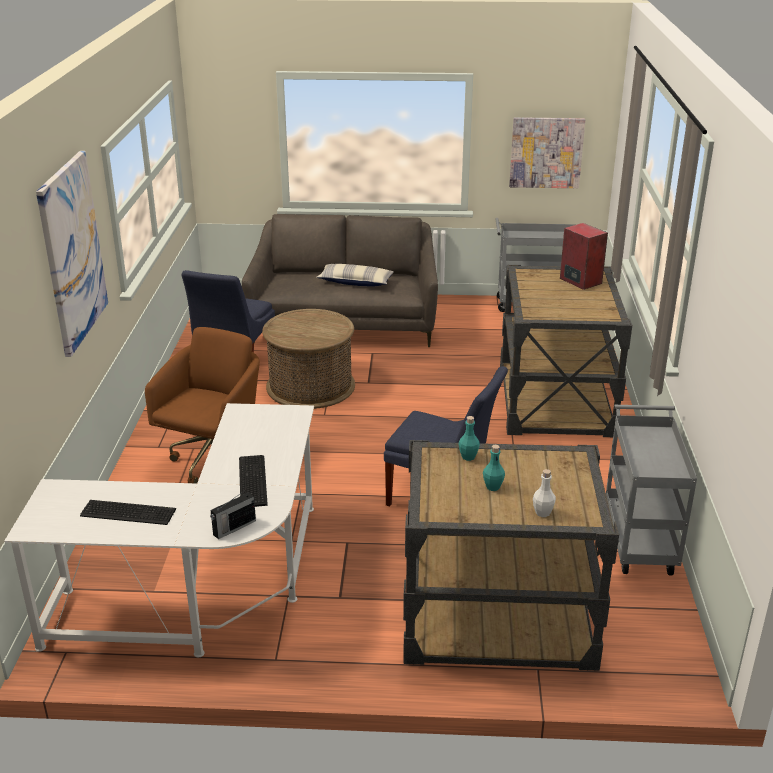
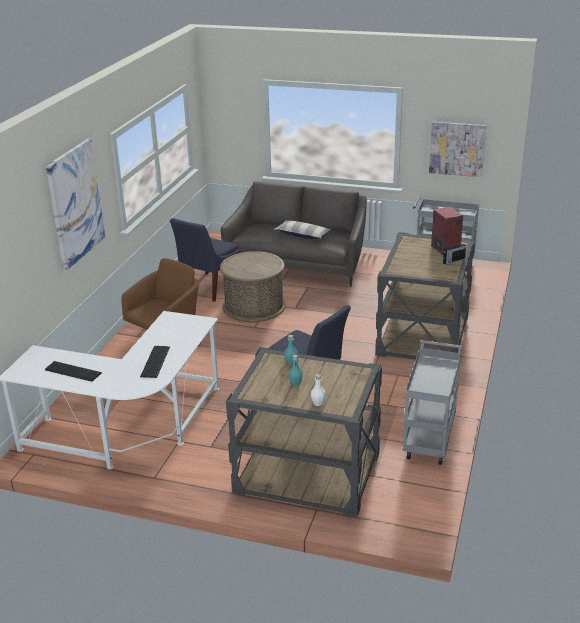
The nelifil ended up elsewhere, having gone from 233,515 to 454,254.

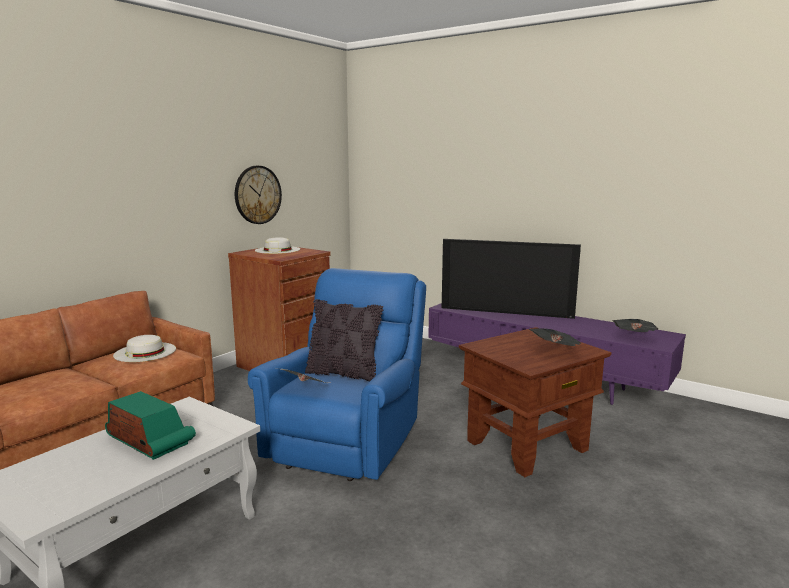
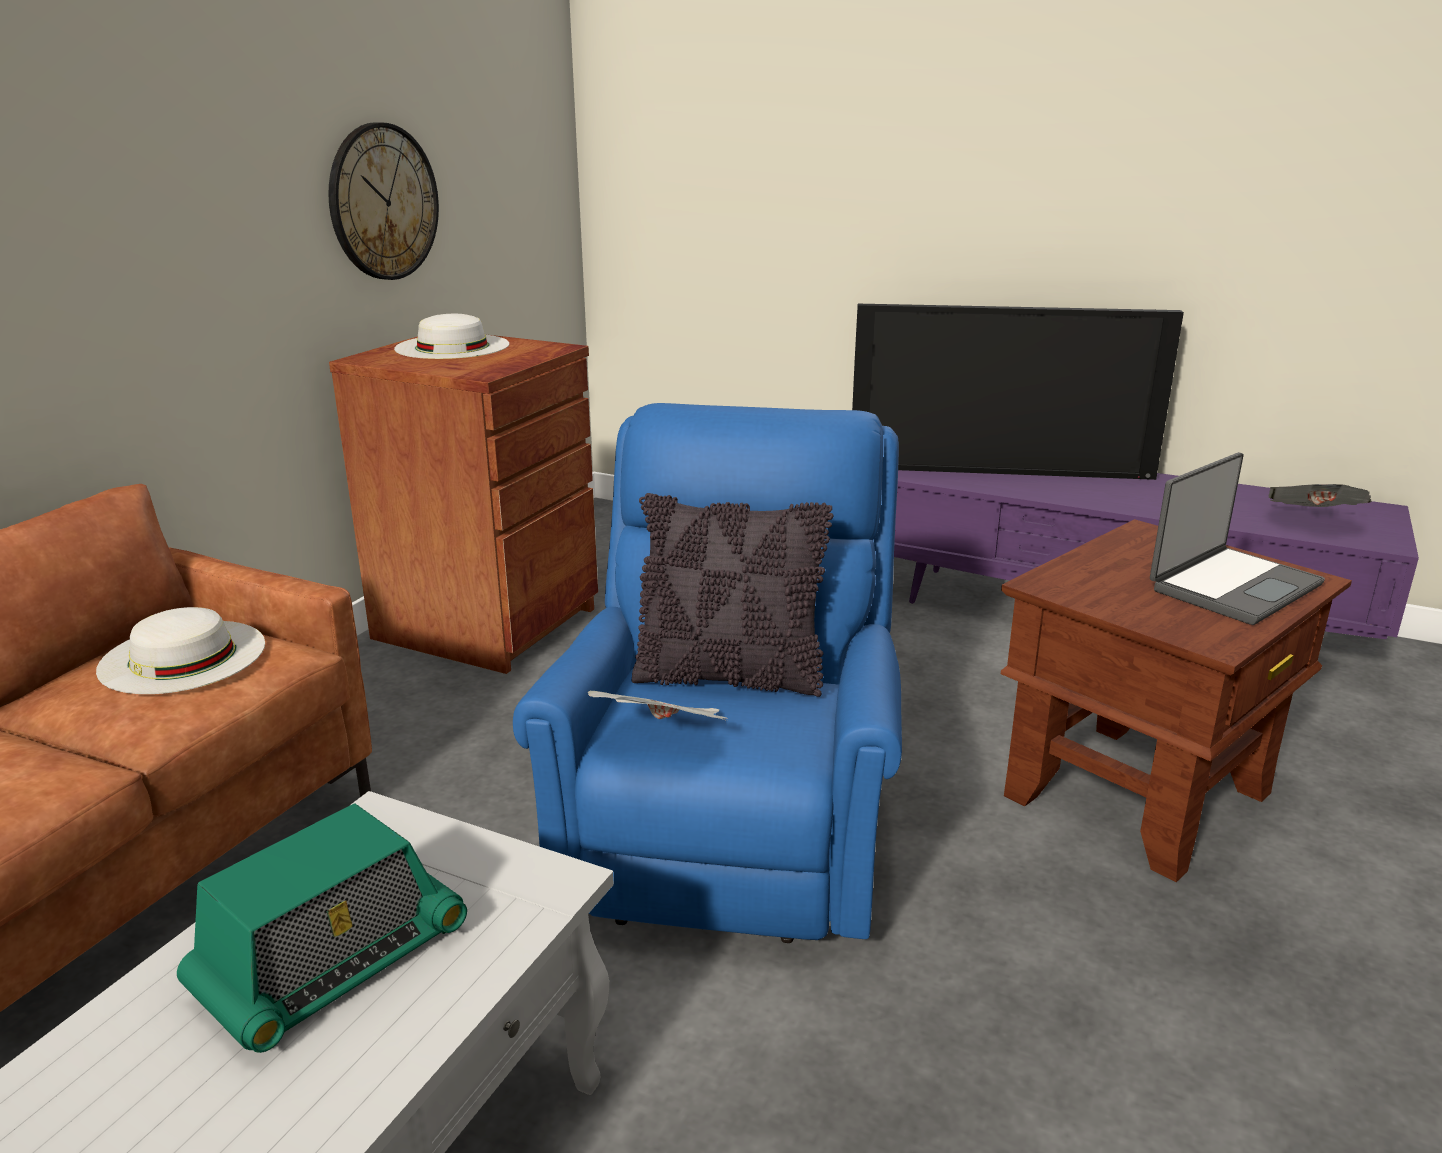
Where the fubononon stood at 555,337, the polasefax came to stand at 1237,538.
The nelifil at 150,425 ended up facing another way, 105 degrees clockwise from before.

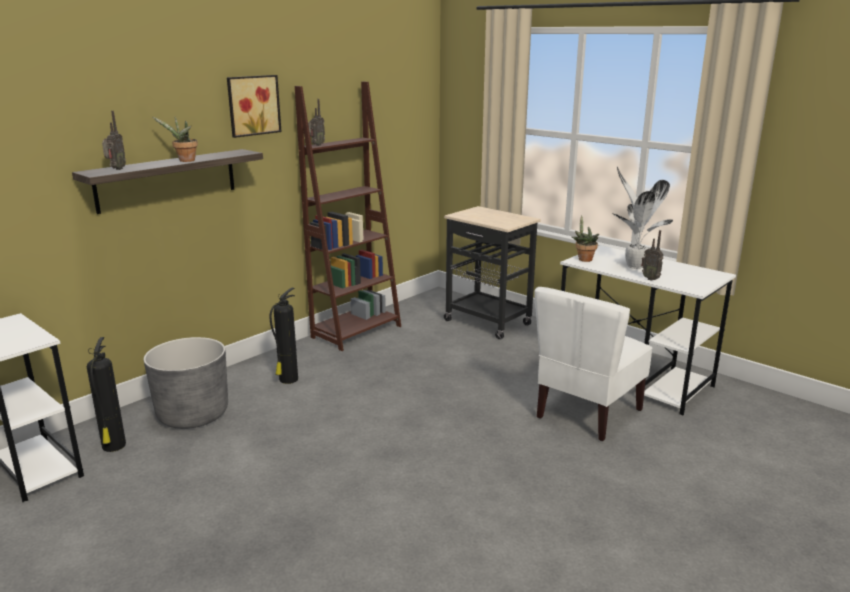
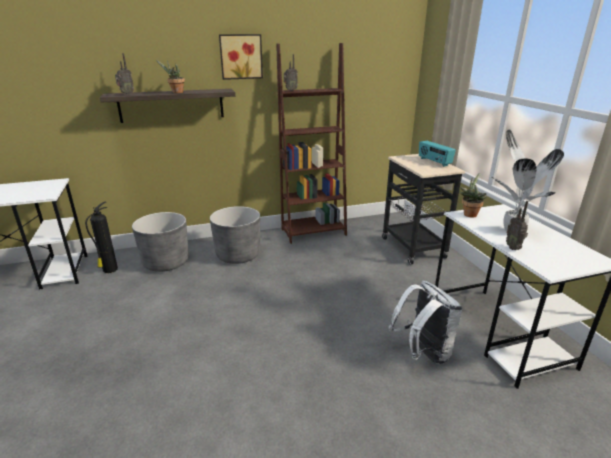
The second view gained the nelifil at 437,154.
Where the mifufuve stood at 284,336, the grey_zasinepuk came to stand at 235,235.
Where the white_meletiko stood at 593,364, the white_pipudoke came to stand at 425,322.

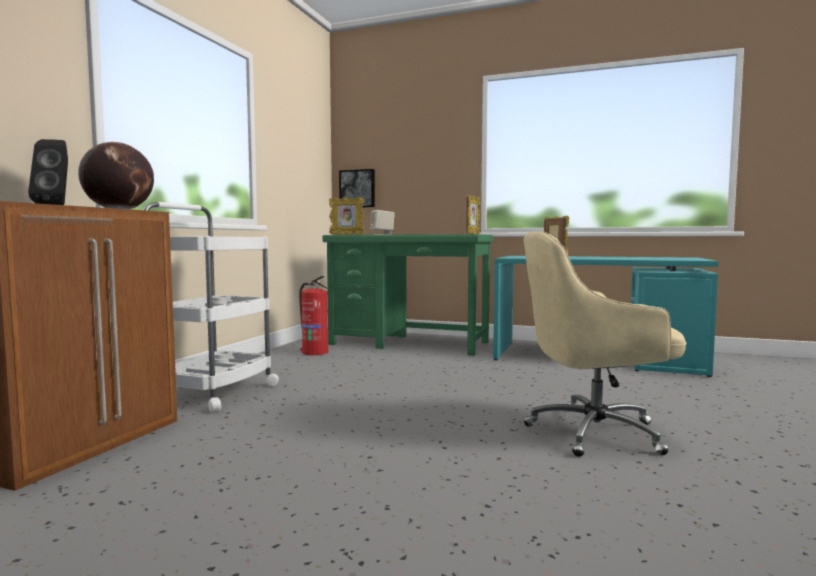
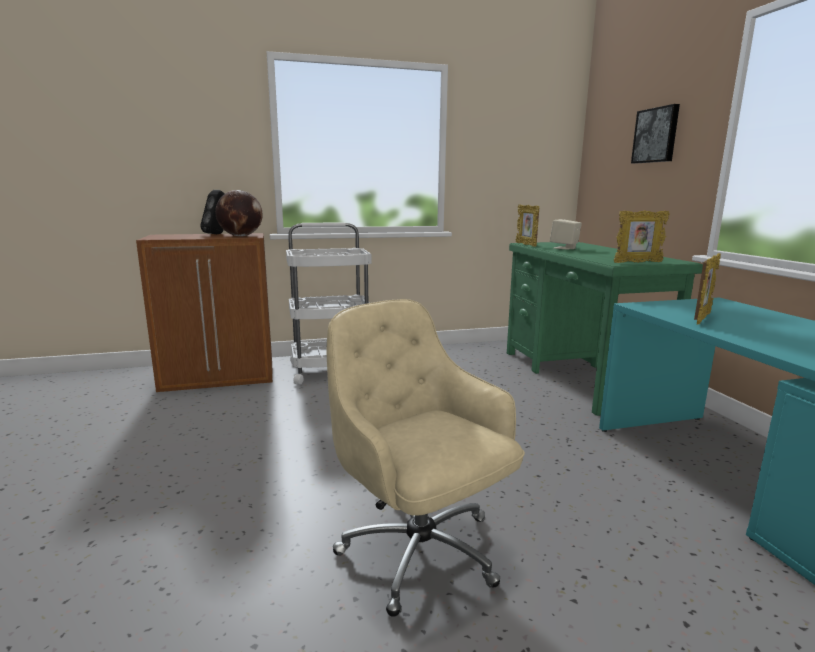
The second view lost the mifufuve at 314,315.
The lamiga ended up elsewhere, having gone from 357,188 to 655,134.

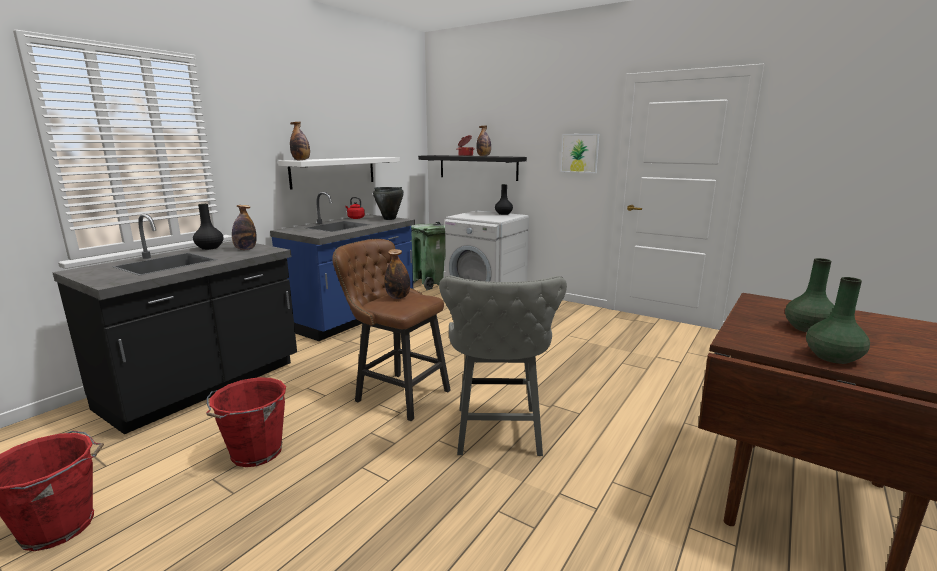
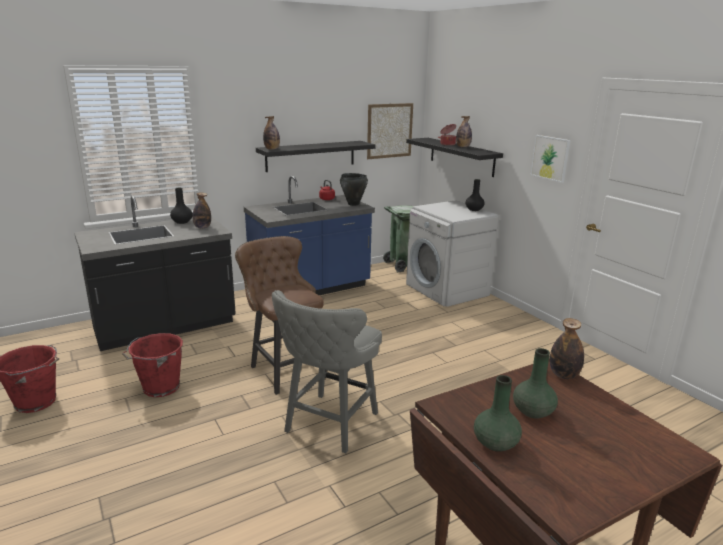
The second view gained the lamiga at 390,130.
The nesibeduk ended up elsewhere, having gone from 397,274 to 567,348.
What was the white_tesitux at 339,173 turned into the black_tesitux at 315,156.

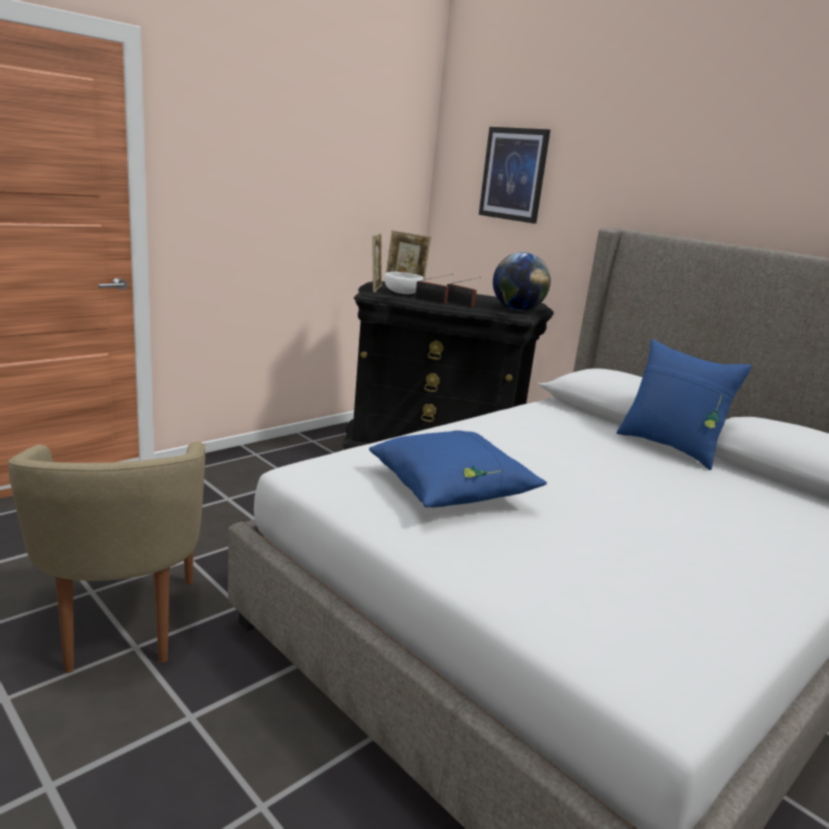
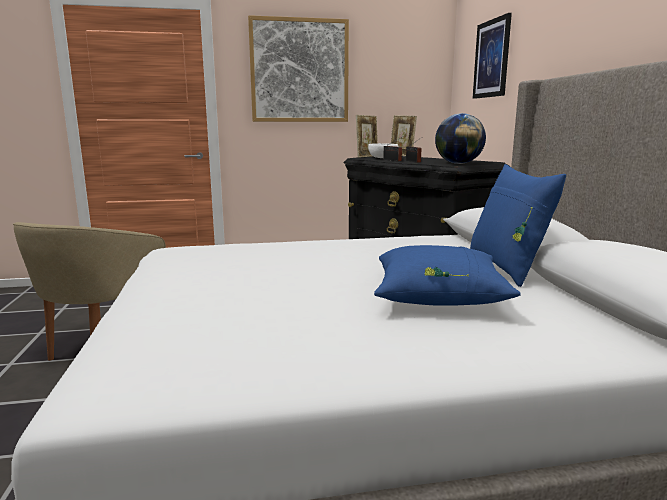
The second view gained the lamiga at 298,68.
The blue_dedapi ended up elsewhere, having gone from 458,469 to 447,275.

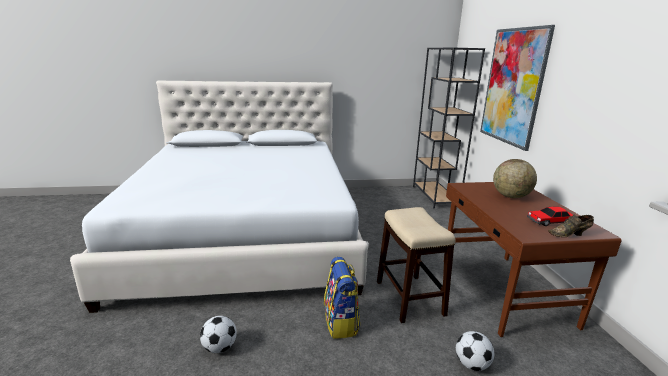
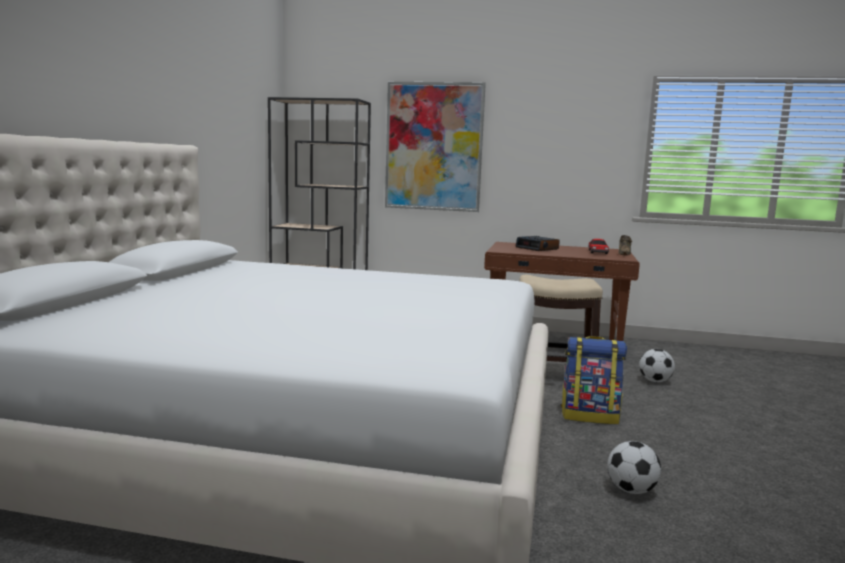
Where the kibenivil stood at 515,178, the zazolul came to stand at 538,243.

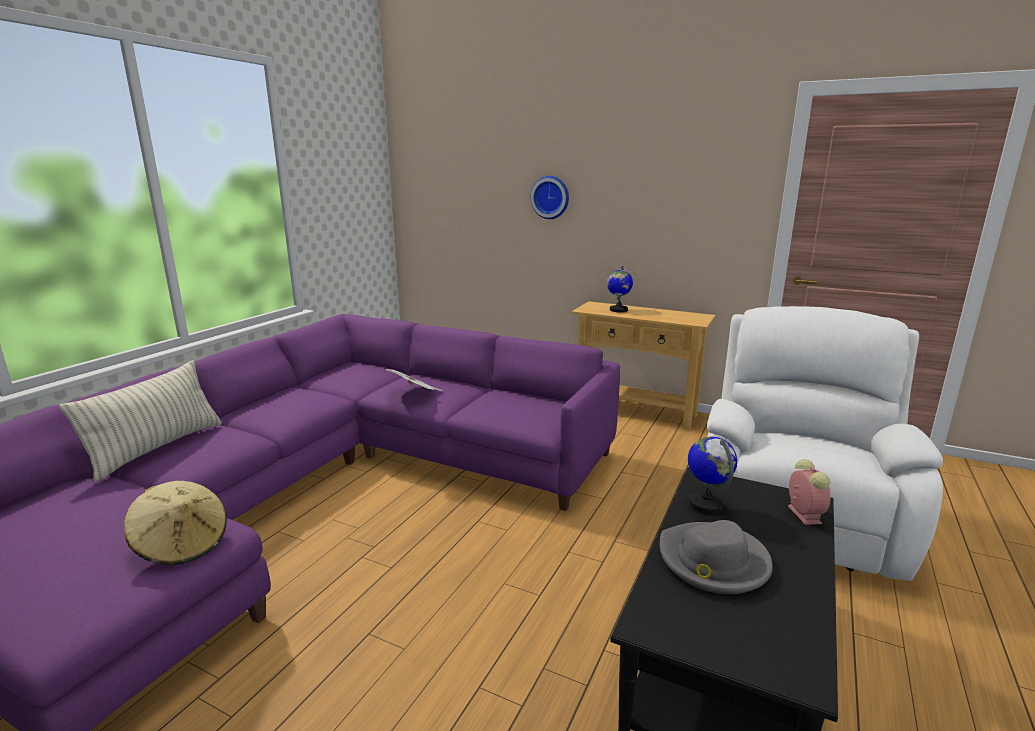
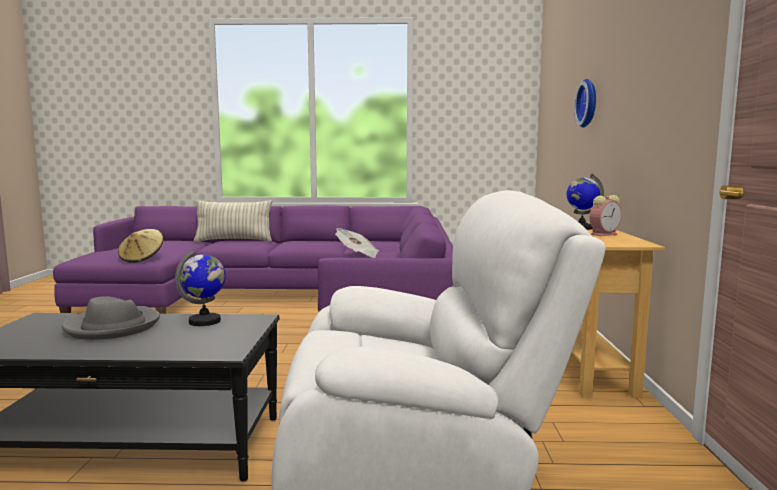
The zazolul ended up elsewhere, having gone from 809,492 to 606,215.

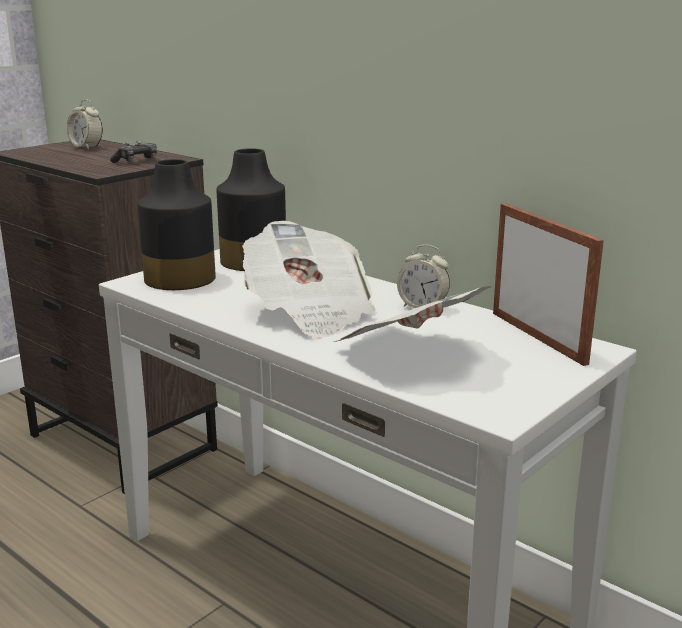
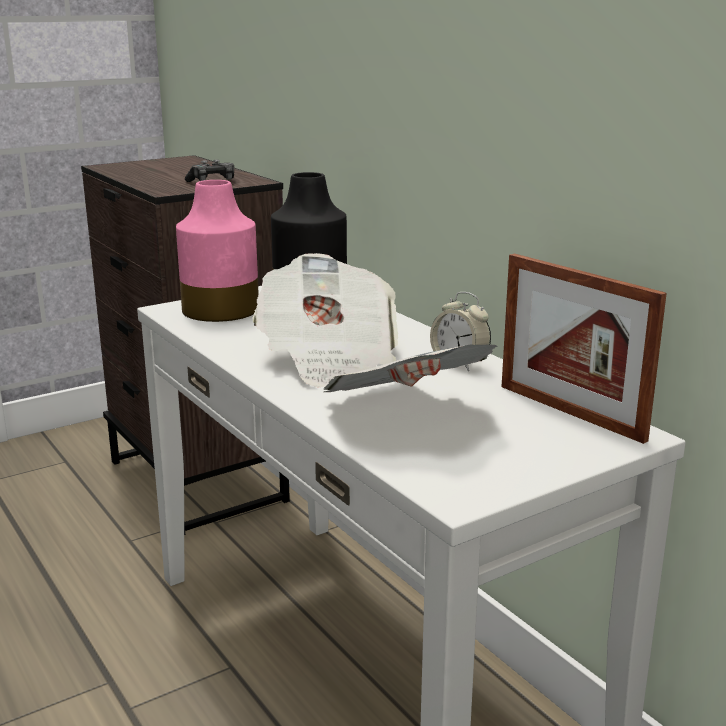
The second view lost the zazolul at 85,124.
What was the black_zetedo at 176,224 turned into the pink_zetedo at 217,251.
The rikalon at 548,284 ended up facing another way, 150 degrees clockwise from before.

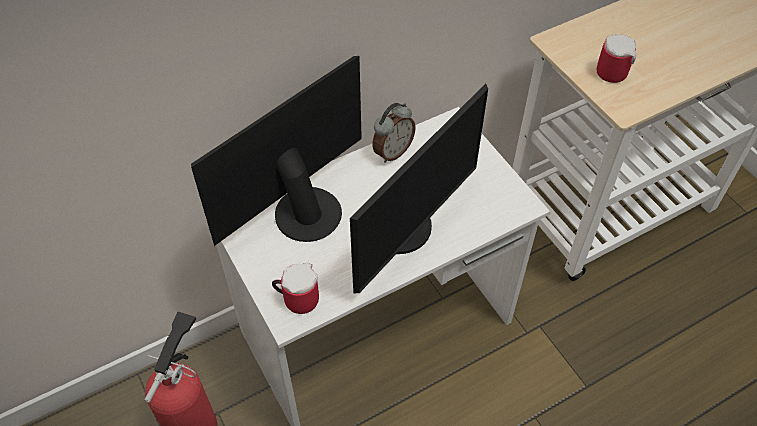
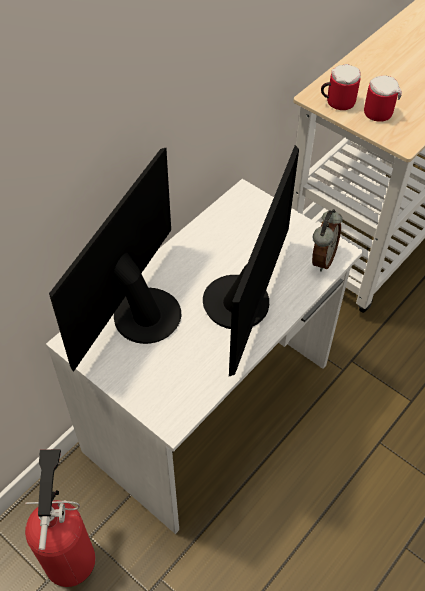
The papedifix ended up elsewhere, having gone from 295,288 to 341,87.
The zazolul ended up elsewhere, having gone from 394,133 to 327,240.

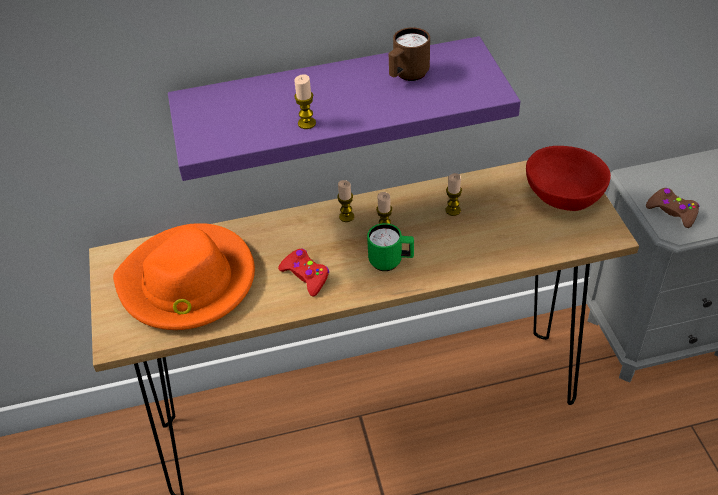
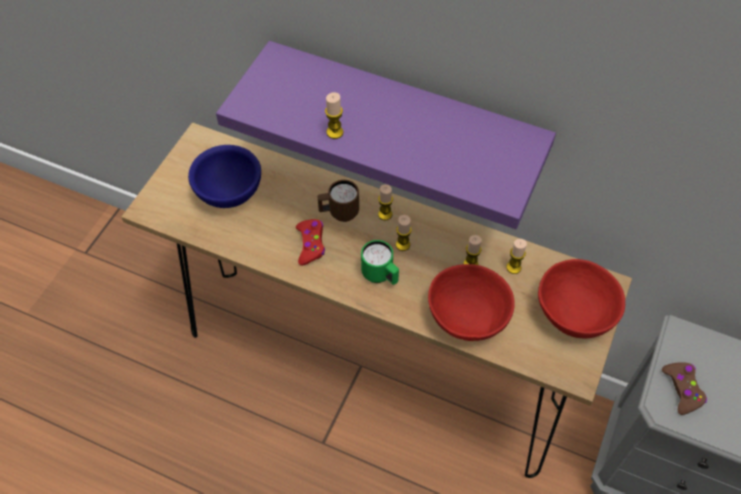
The second view gained the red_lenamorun at 471,302.
The second view gained the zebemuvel at 516,256.
The brown_papedifix ended up elsewhere, having gone from 409,54 to 338,201.
Where the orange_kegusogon stood at 184,276, the blue_lenamorun came to stand at 224,176.

